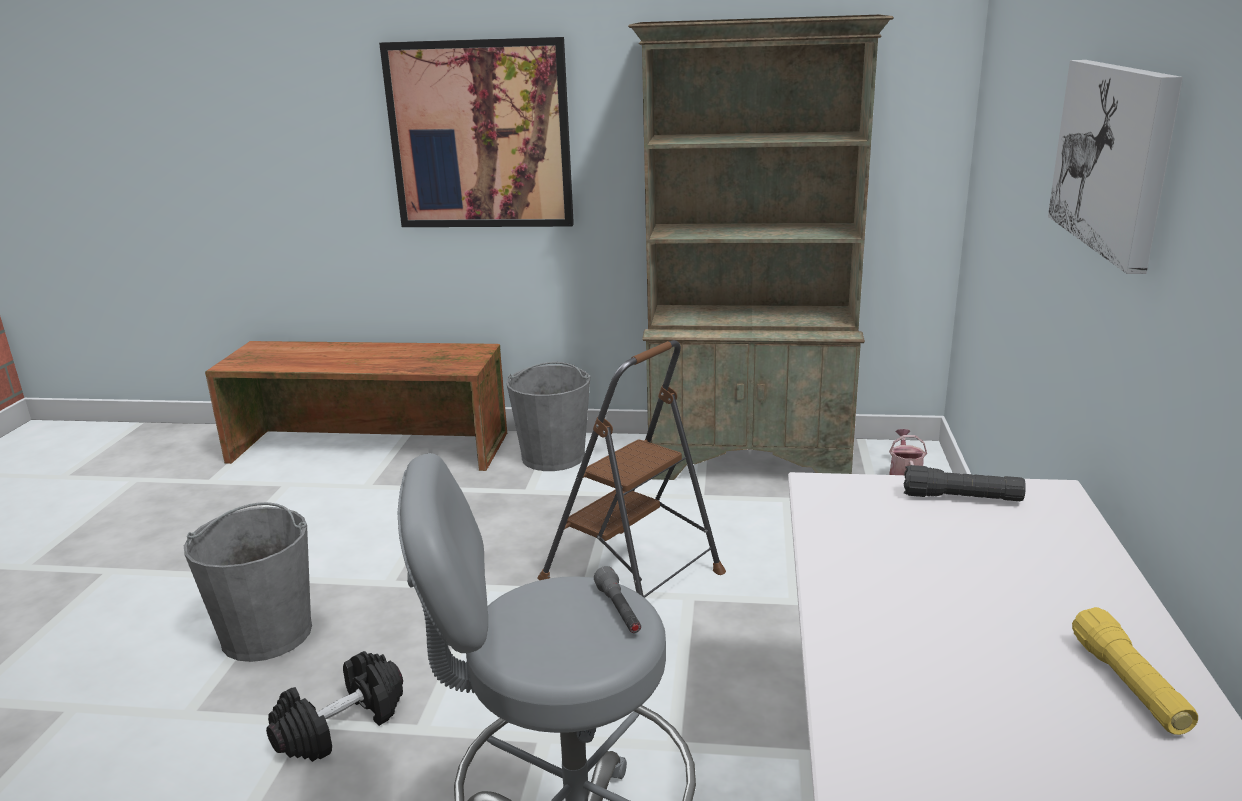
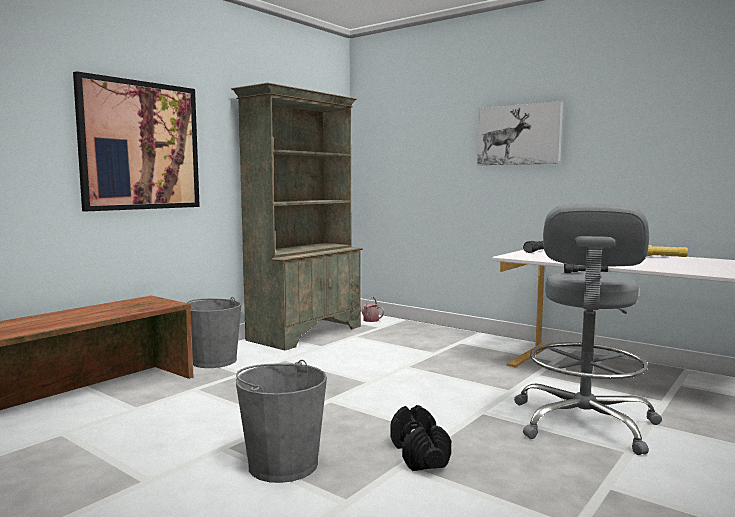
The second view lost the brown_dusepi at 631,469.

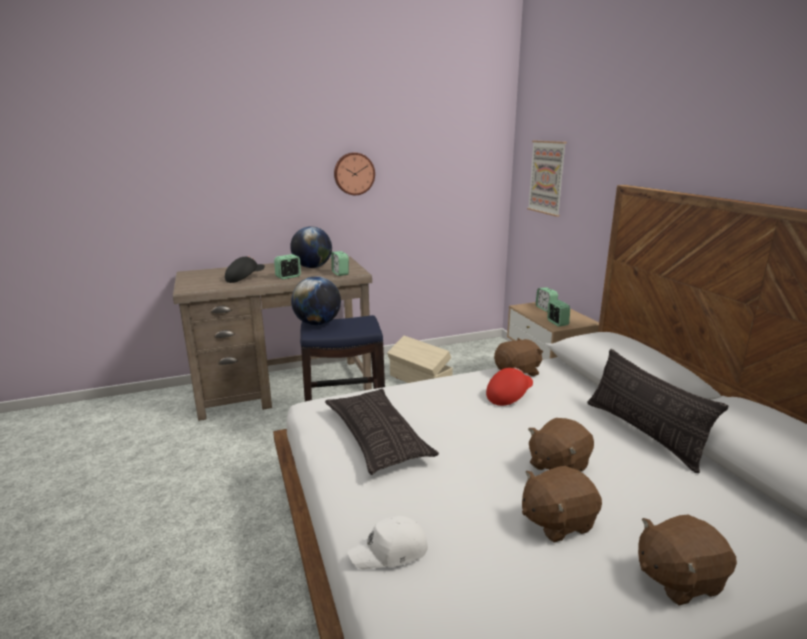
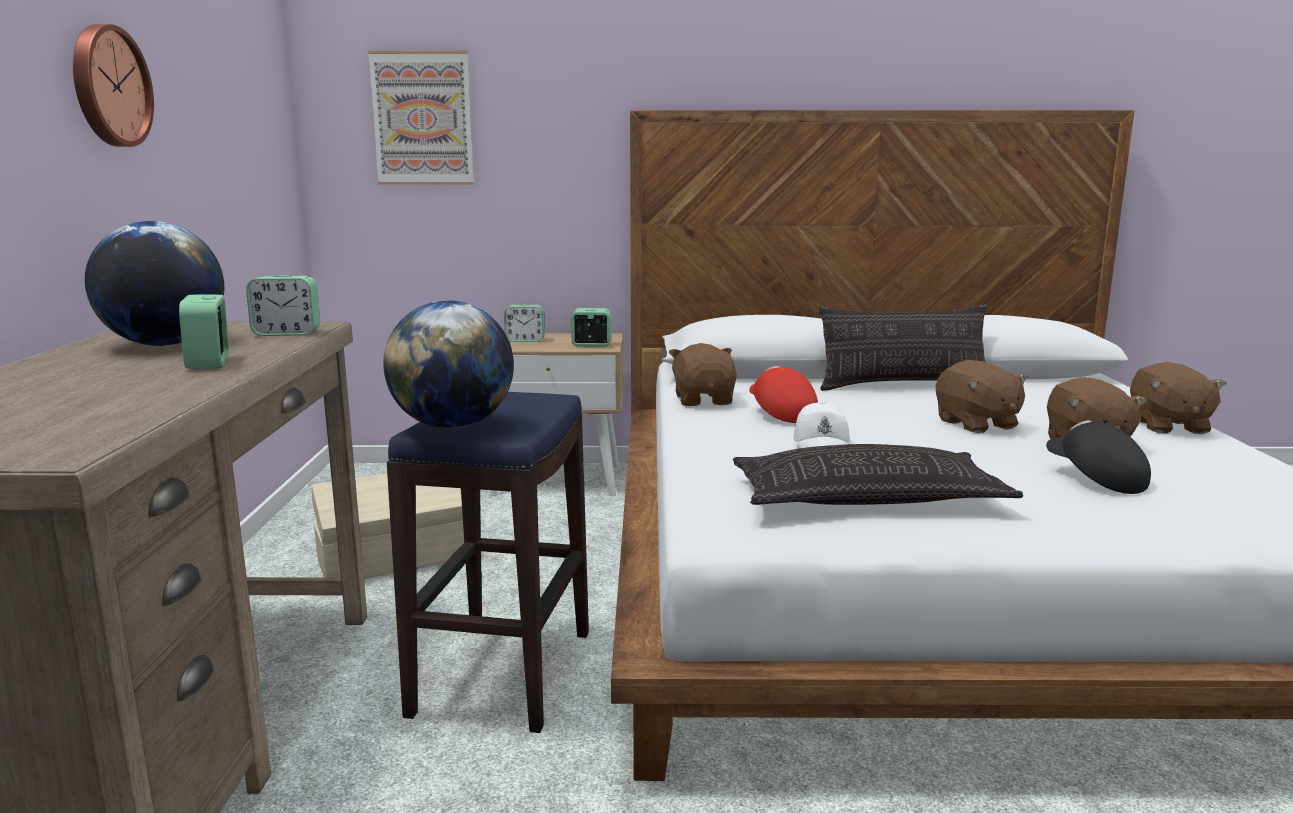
The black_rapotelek ended up elsewhere, having gone from 245,269 to 1098,457.
The white_rapotelek ended up elsewhere, having gone from 388,542 to 821,424.

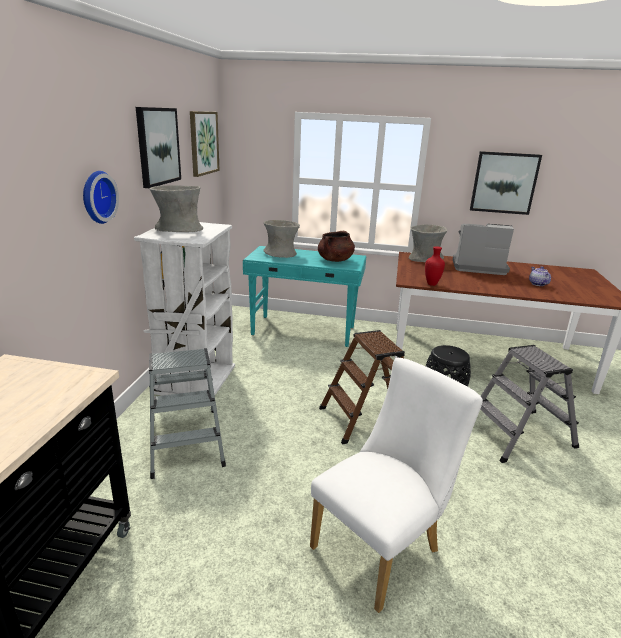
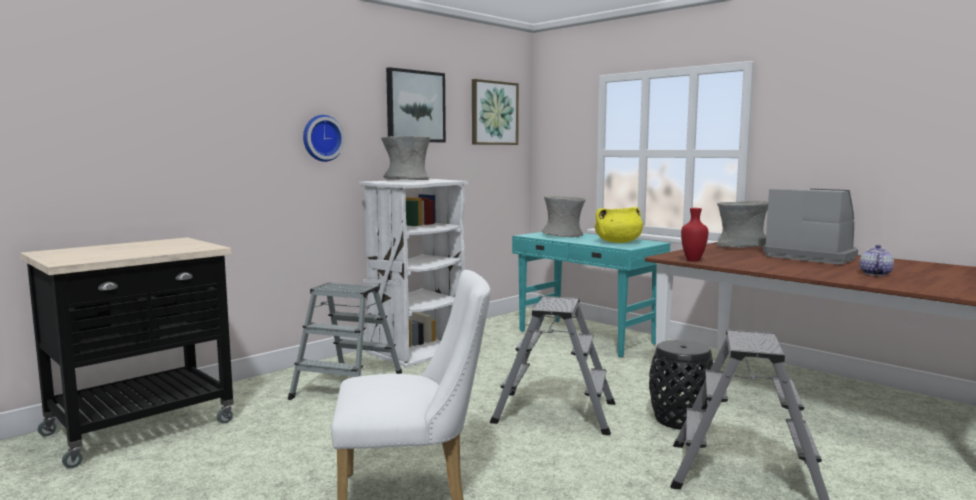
The second view lost the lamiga at 506,183.
What was the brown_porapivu at 336,246 turned into the yellow_porapivu at 619,225.
What was the brown_dusepi at 362,387 turned into the grey_dusepi at 553,365.

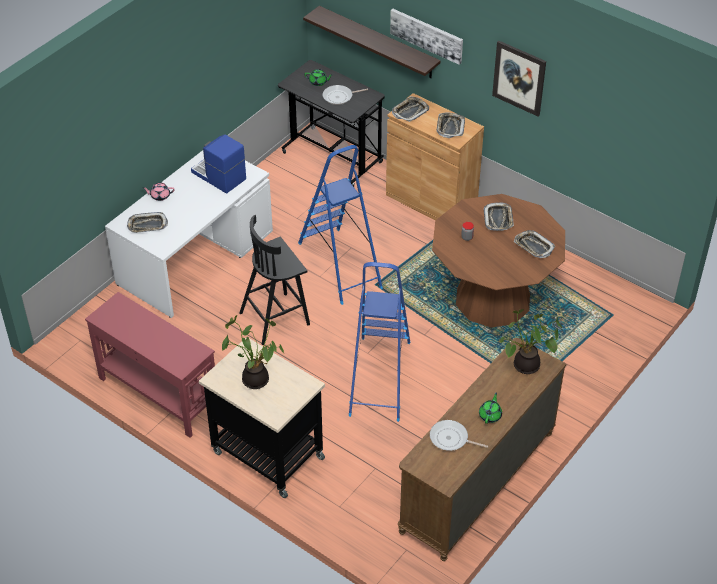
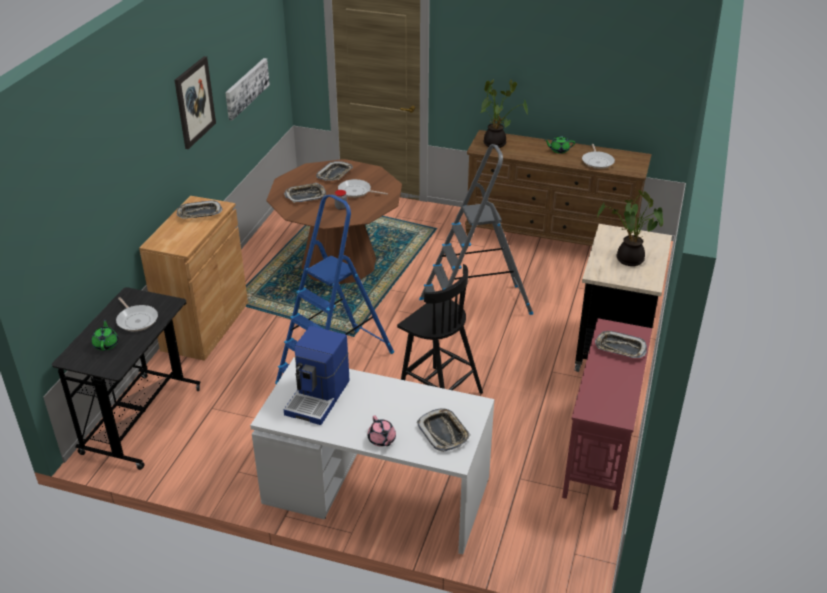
The second view lost the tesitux at 372,42.
The second view gained the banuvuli at 363,188.
The lamiga ended up elsewhere, having gone from 426,37 to 247,89.
The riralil ended up elsewhere, having gone from 410,109 to 621,344.
What was the blue_dusepi at 379,342 turned into the grey_dusepi at 476,229.

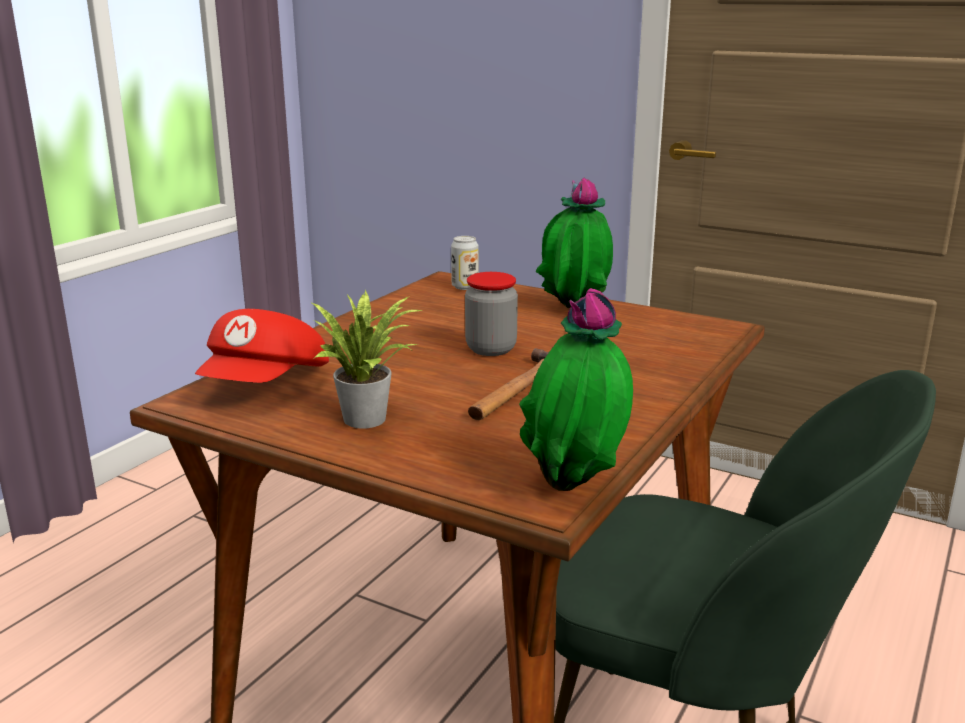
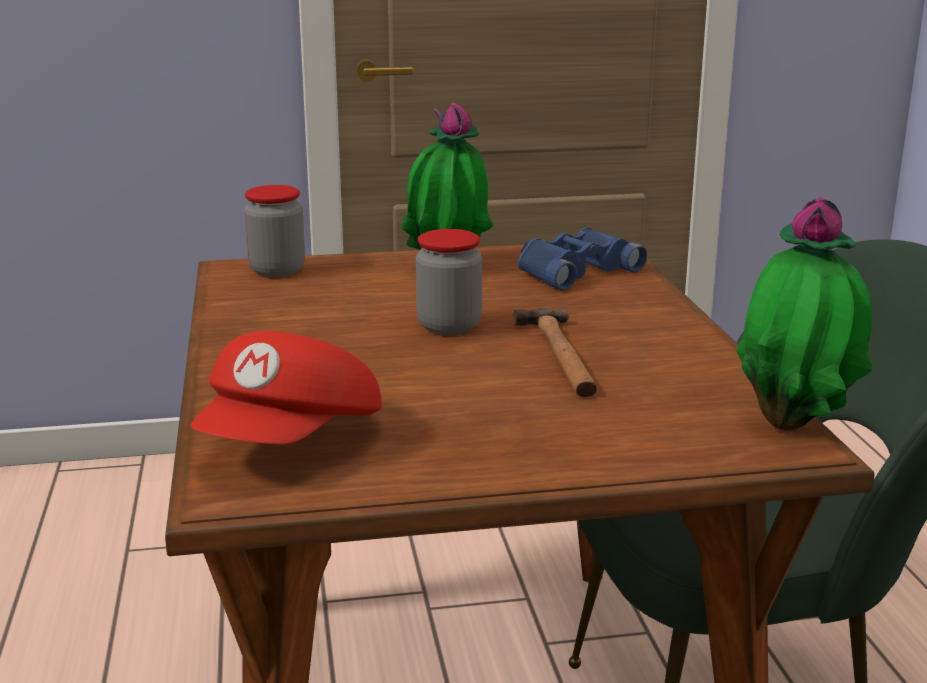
The second view lost the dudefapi at 367,359.
The second view gained the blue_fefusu at 582,258.
Where the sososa stood at 465,263, the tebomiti came to stand at 274,231.
The red_rapotelek at 262,346 ended up facing another way, 45 degrees clockwise from before.

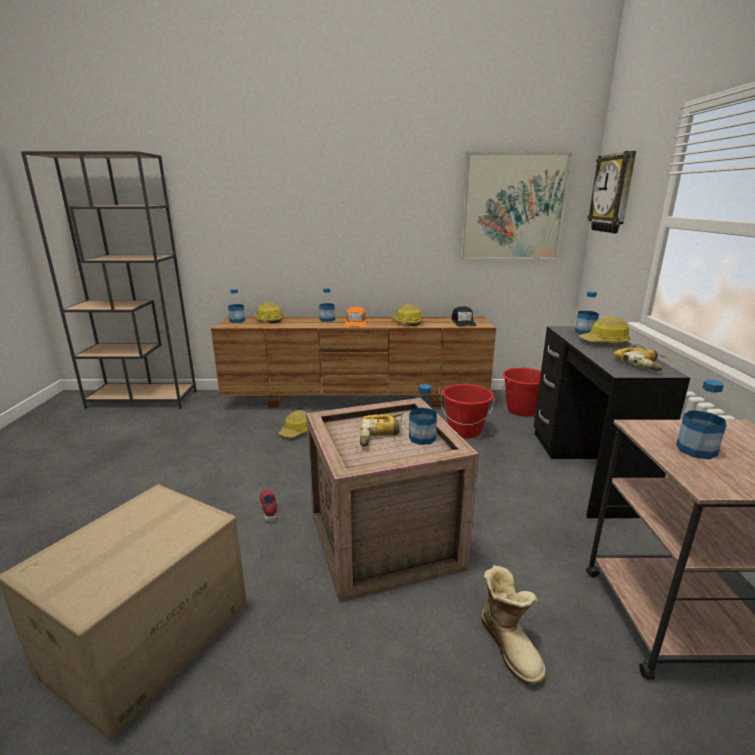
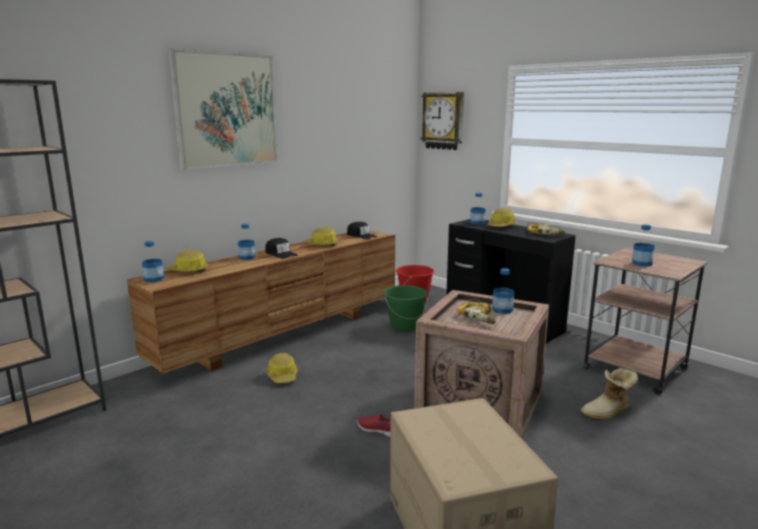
The lamiga ended up elsewhere, having gone from 515,205 to 223,109.
What was the orange_rapotelek at 355,317 turned into the black_rapotelek at 281,248.
What was the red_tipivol at 467,411 turned into the green_tipivol at 406,308.
The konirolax at 513,625 ended up facing another way, 135 degrees clockwise from before.

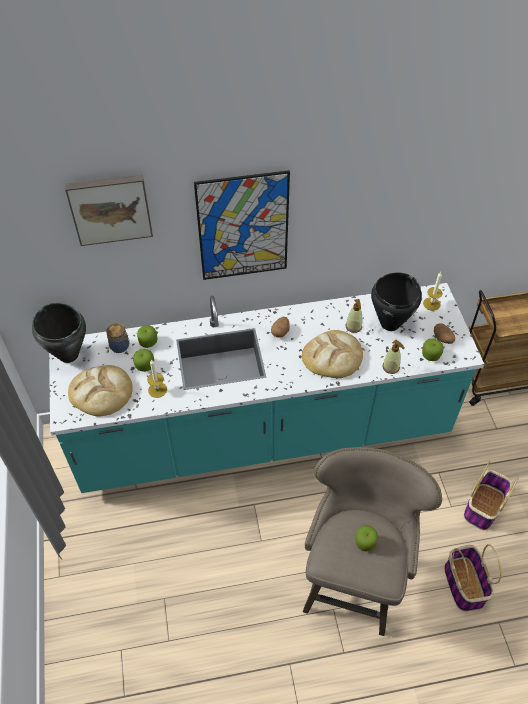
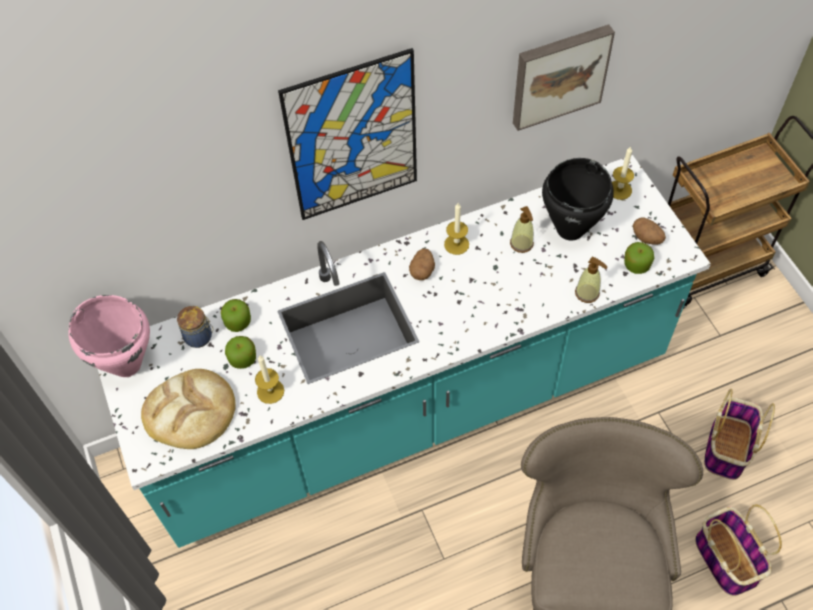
The second view lost the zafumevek at 332,354.
The second view lost the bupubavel at 367,538.
The second view gained the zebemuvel at 456,229.
The lamiga ended up elsewhere, having gone from 109,210 to 564,77.
What was the black_porapivu at 59,333 turned into the pink_porapivu at 109,336.

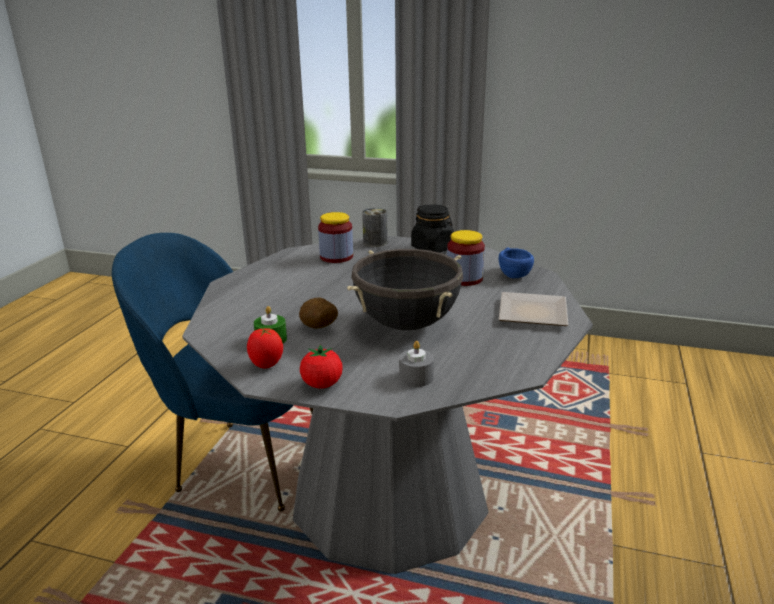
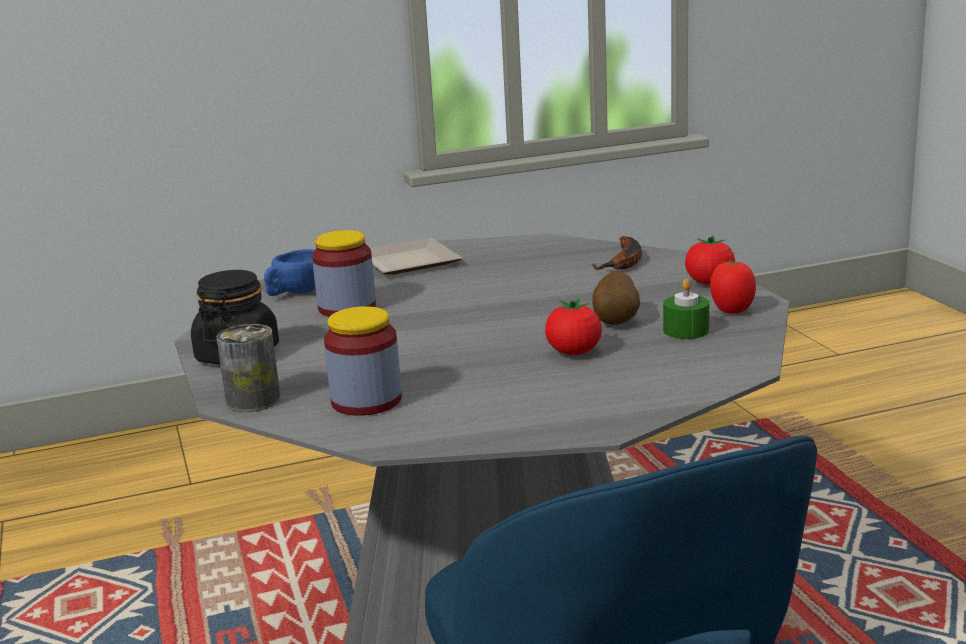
The second view lost the black_porapivu at 405,289.
The second view gained the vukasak at 573,326.
Where the grey_zebemuvel stood at 416,364, the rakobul came to stand at 617,253.

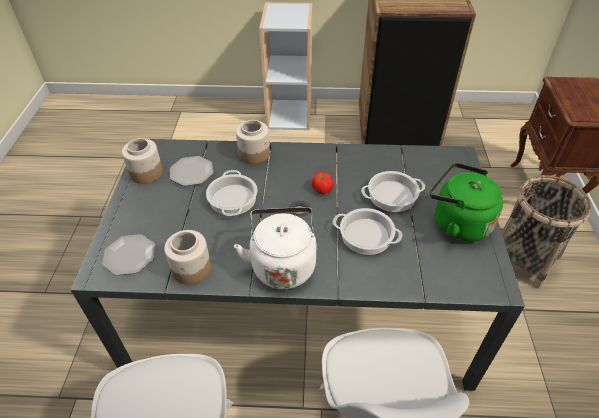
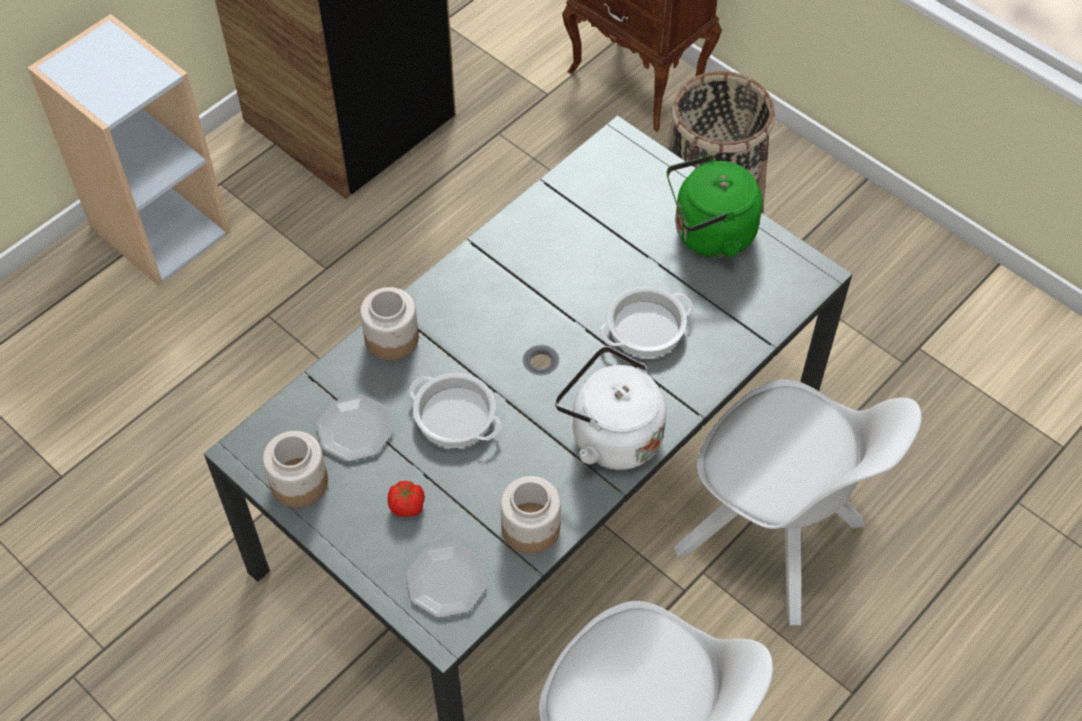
The second view lost the porapivu at 393,191.
The vukasak ended up elsewhere, having gone from 323,183 to 406,499.

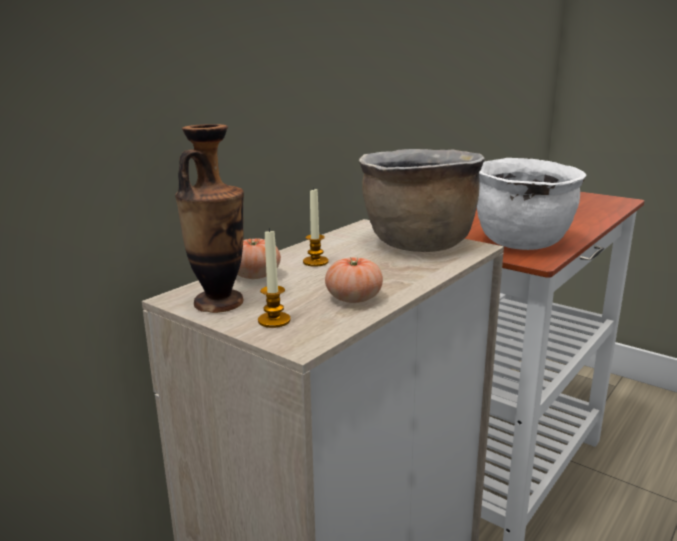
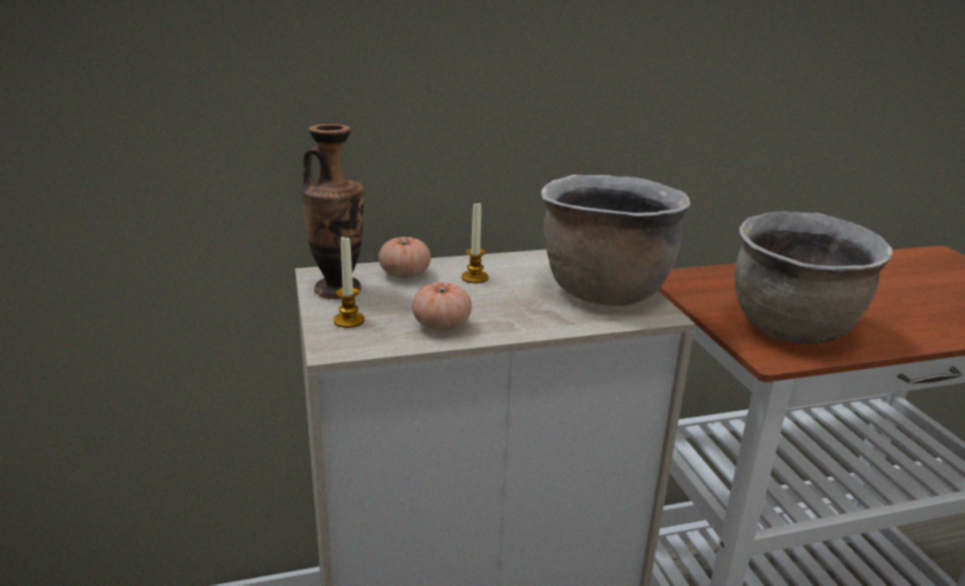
What was the white_porapivu at 531,204 turned into the brown_porapivu at 813,277.

